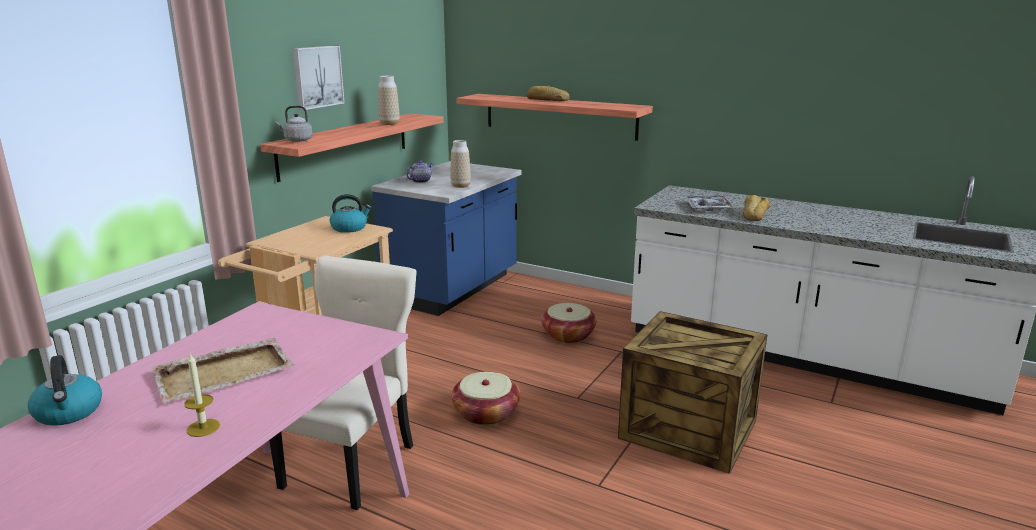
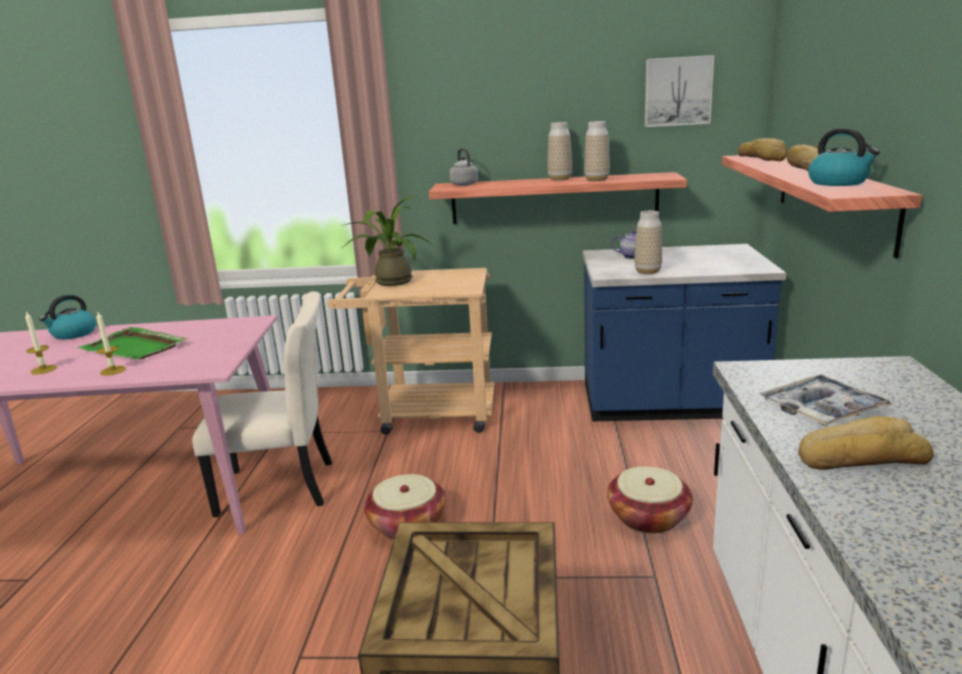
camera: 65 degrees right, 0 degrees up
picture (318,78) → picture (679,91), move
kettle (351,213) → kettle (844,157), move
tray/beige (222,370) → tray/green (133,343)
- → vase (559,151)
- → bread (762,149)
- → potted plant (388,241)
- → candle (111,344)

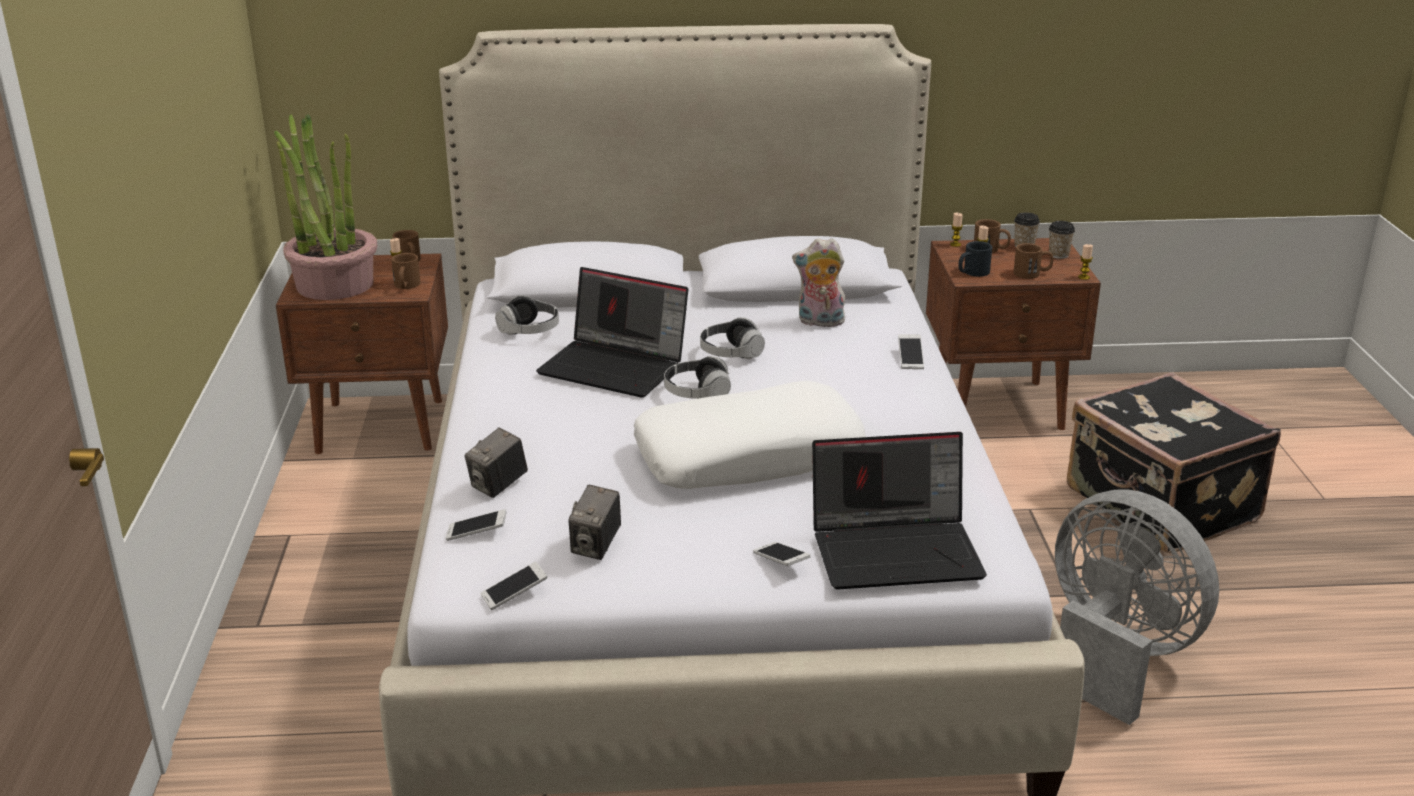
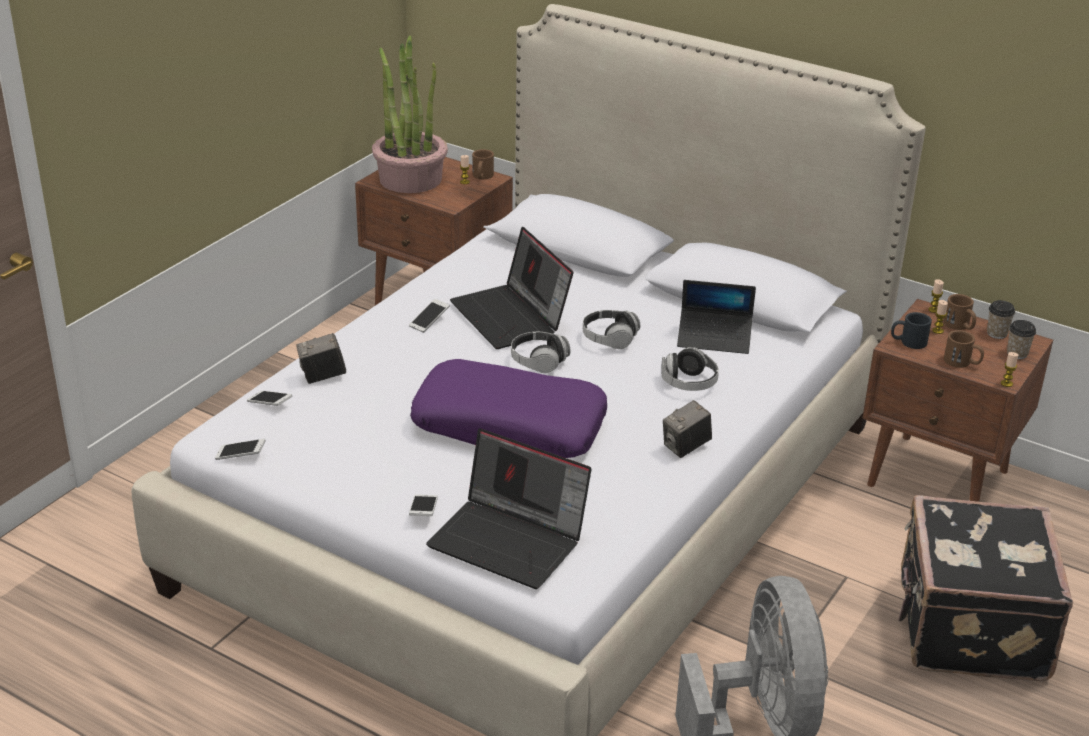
camera: 35 degrees right, 5 degrees up
plush toy (818,282) → laptop (716,317)
mug/brown (406,271) → -
headphones (527,315) → headphones (690,369), move
phone (911,351) → phone (429,316), move
pillow/white (750,435) → pillow/purple (508,408)
photo camera (595,522) → photo camera (687,429), move

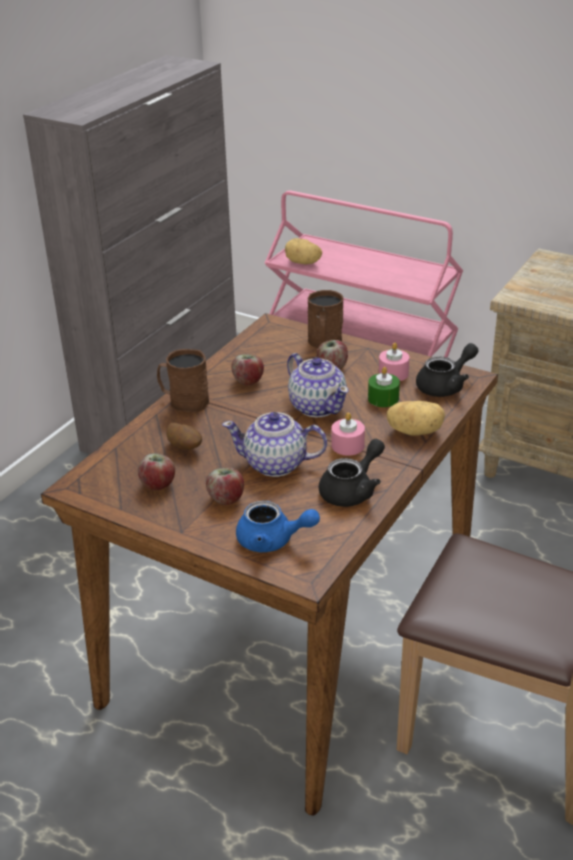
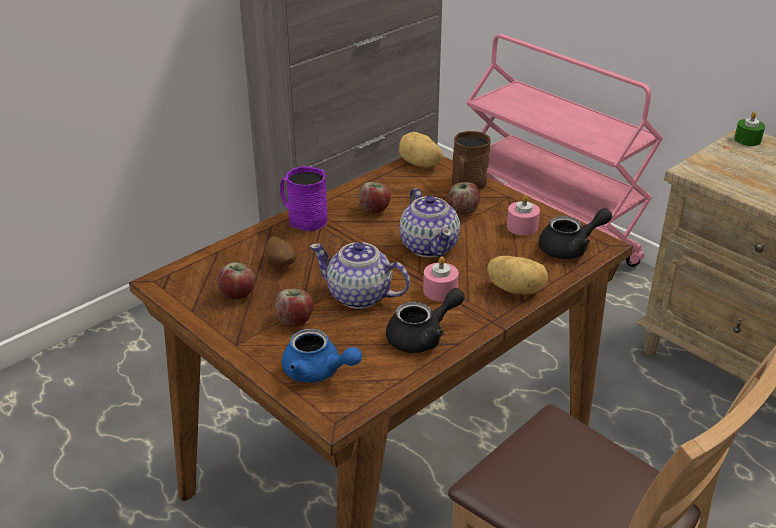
camera: 15 degrees right, 0 degrees up
potato (303,251) → potato (420,149), move
mug/brown (183,381) → mug/purple (304,198)
candle/green (384,387) → candle/green (749,128), move

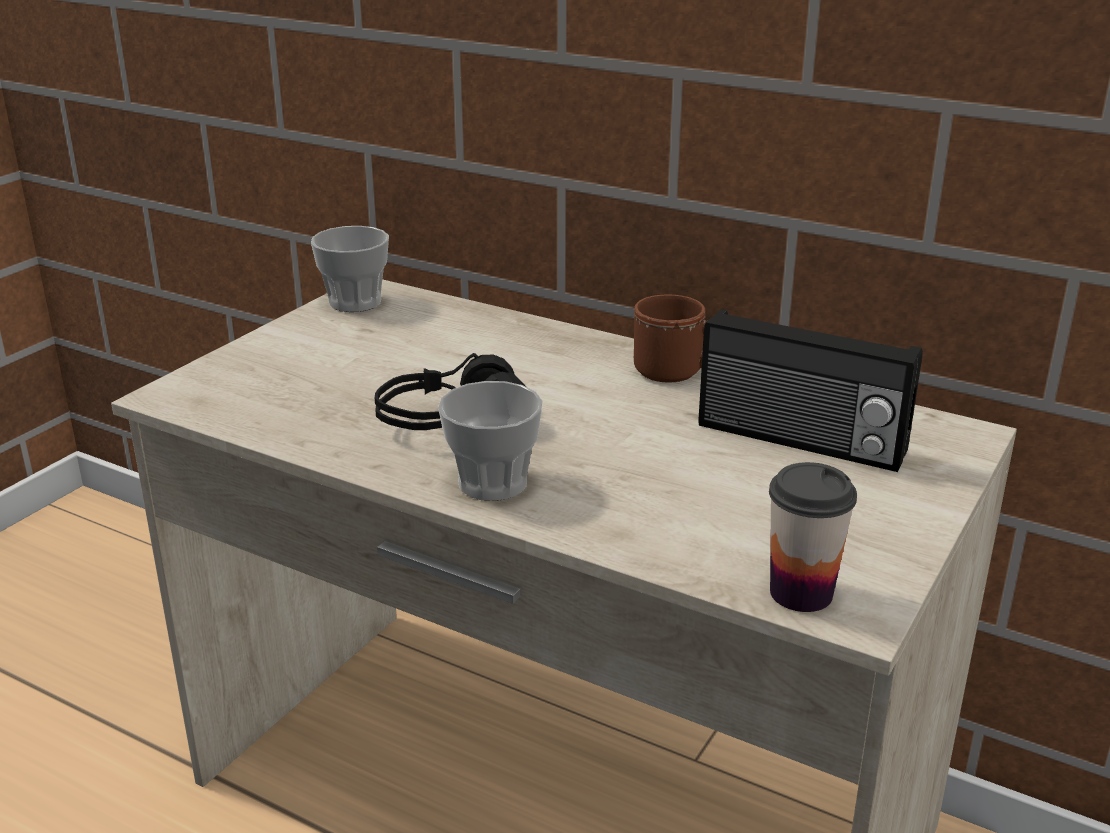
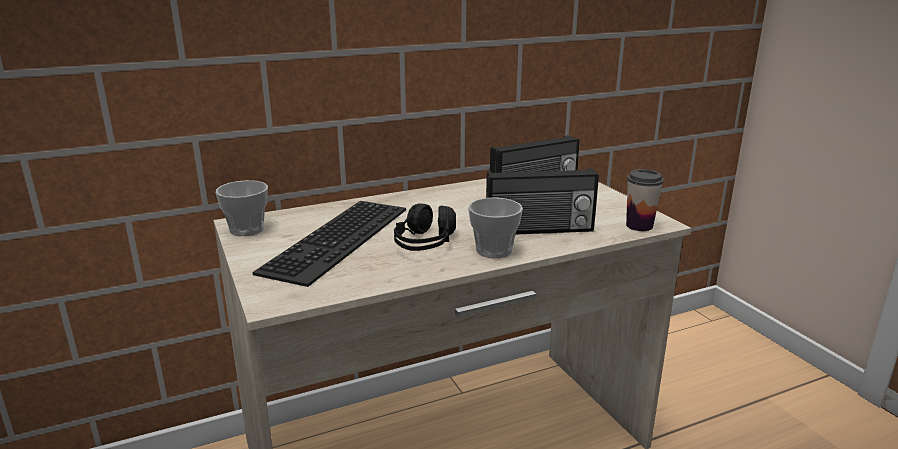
camera: 55 degrees left, 5 degrees down
mug/brown (670,339) → -
- → radio (542,201)
- → keyboard (329,244)

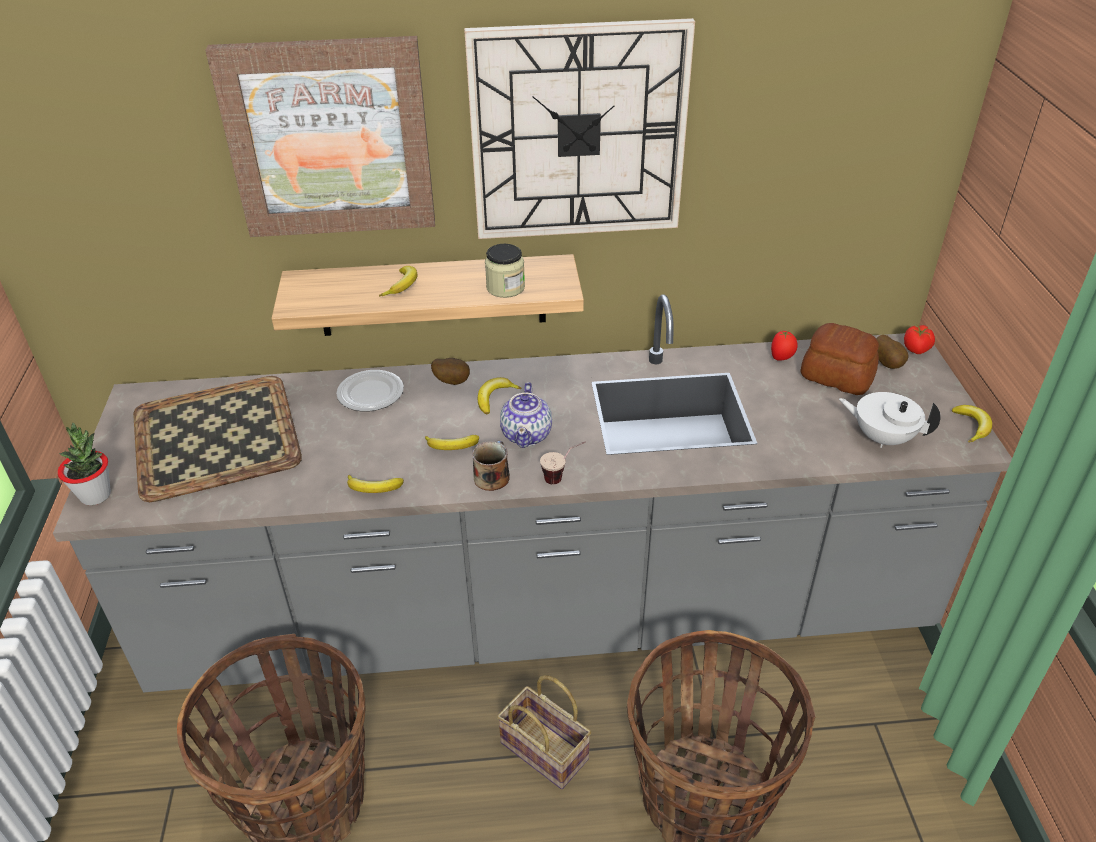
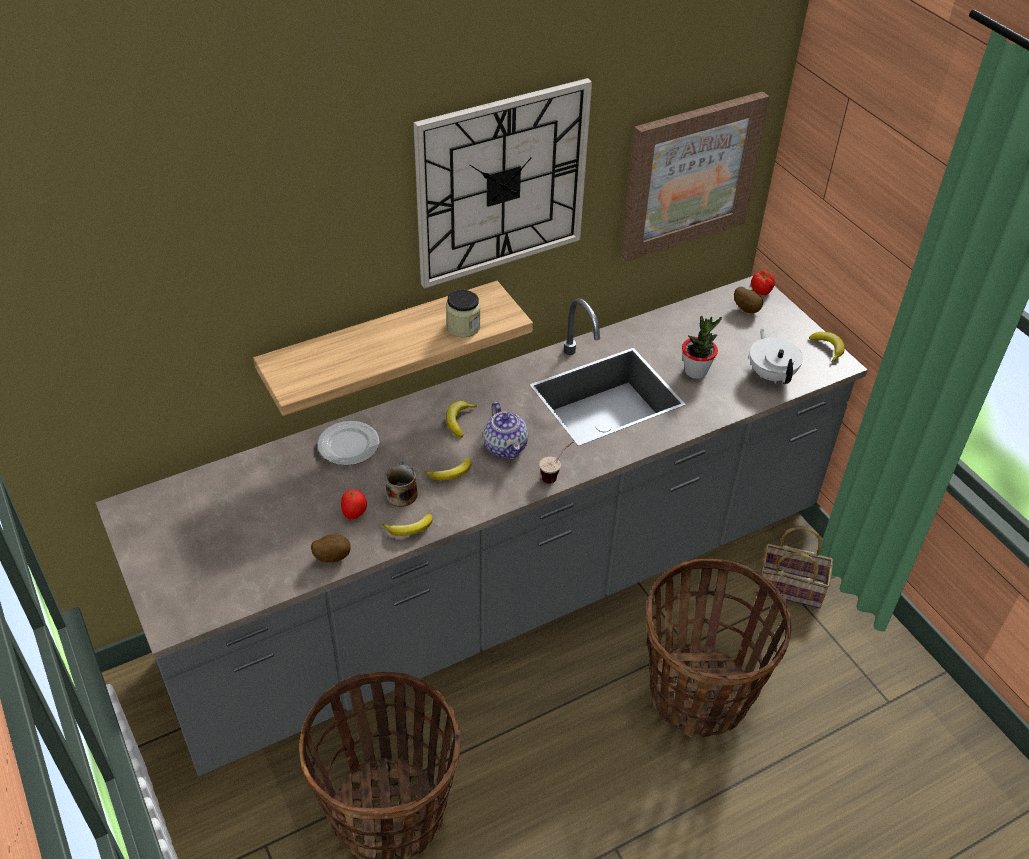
camera: 25 degrees left, 5 degrees up
picture (320,136) → picture (695,176), move
banana (398,281) → -
bread (840,359) → -
tomato (784,346) → tomato (354,504), move
potato (450,371) → potato (331,548), move
tray (217,439) → -
teapot/white (890,420) → teapot/white (776,356), 75 degrees clockwise
potted plant (84,464) → potted plant (702,347), move
mug (491,465) → mug (401,484), move
basket (544,732) → basket (795,568), move

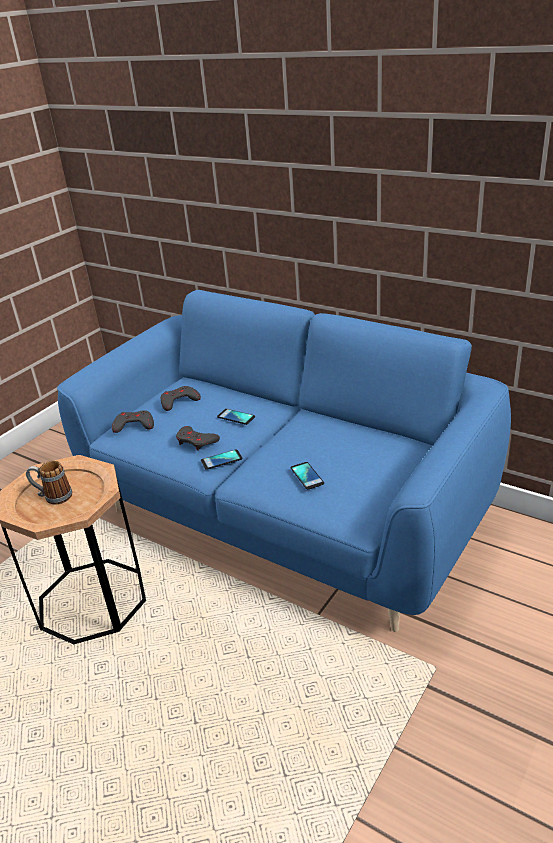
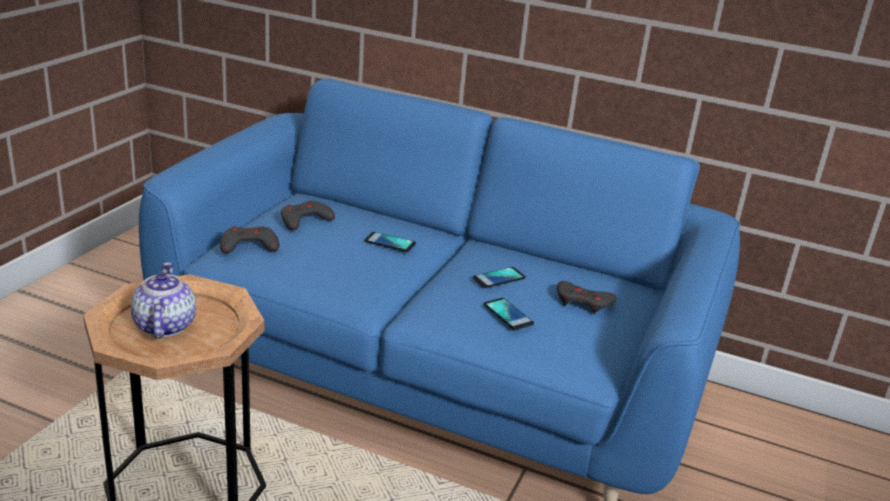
camera: 15 degrees left, 5 degrees down
game controller/grey (198,438) → game controller/grey (586,297), move
phone (221,459) → phone (499,277), move
mug (49,482) → teapot (163,300)

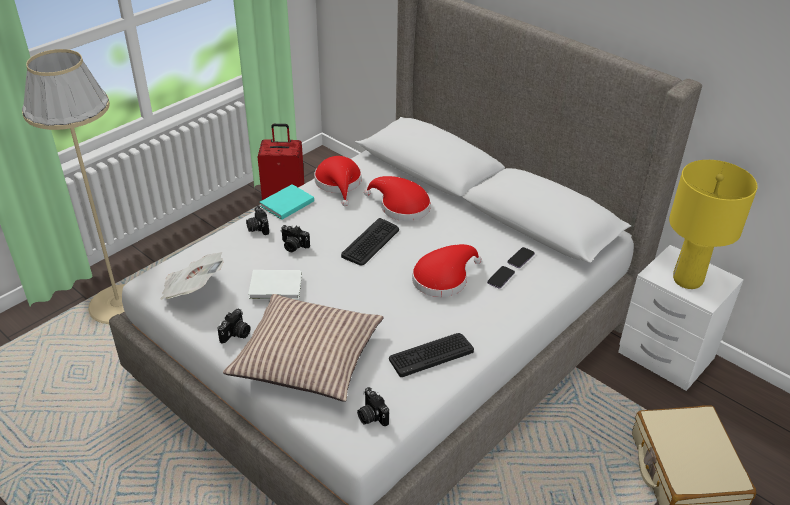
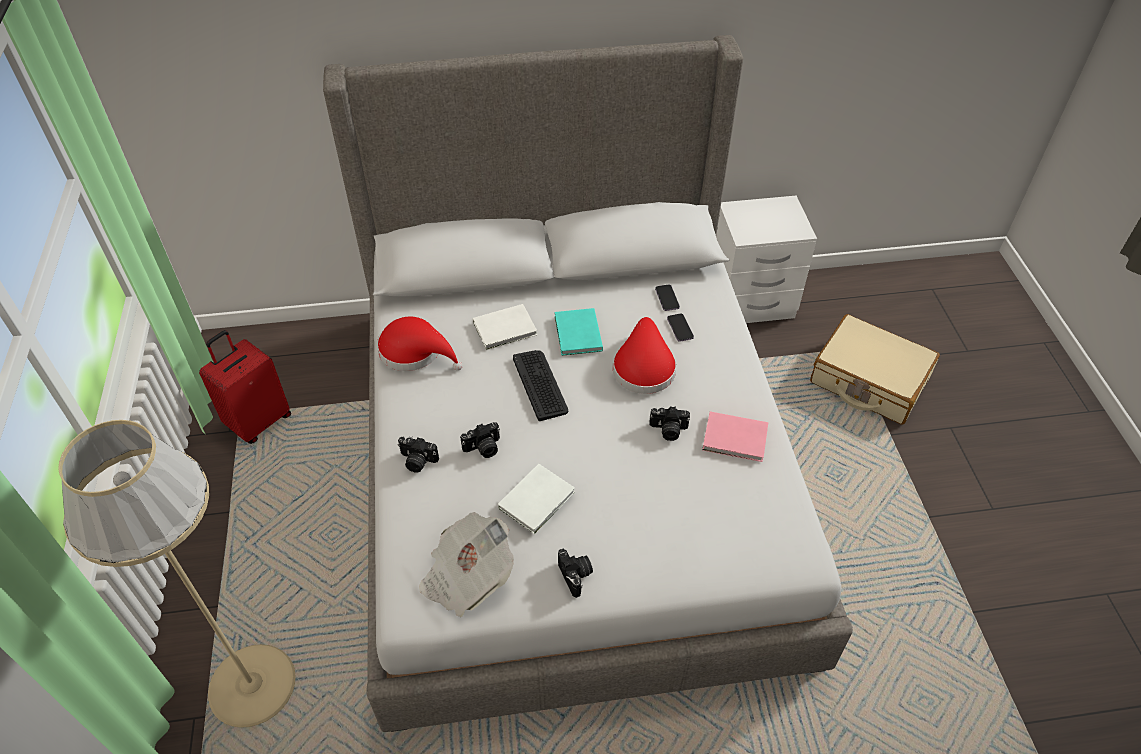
camera: 50 degrees left, 10 degrees up
table lamp/yellow (713,224) → -
hat/red (397,198) → book/white (505,327)
book/turquoise (287,202) → book/turquoise (578,332), move
pillow (303,348) → -
keyboard (431,355) → book/pink (735,436)
photo camera (373,407) → photo camera (669,423), move

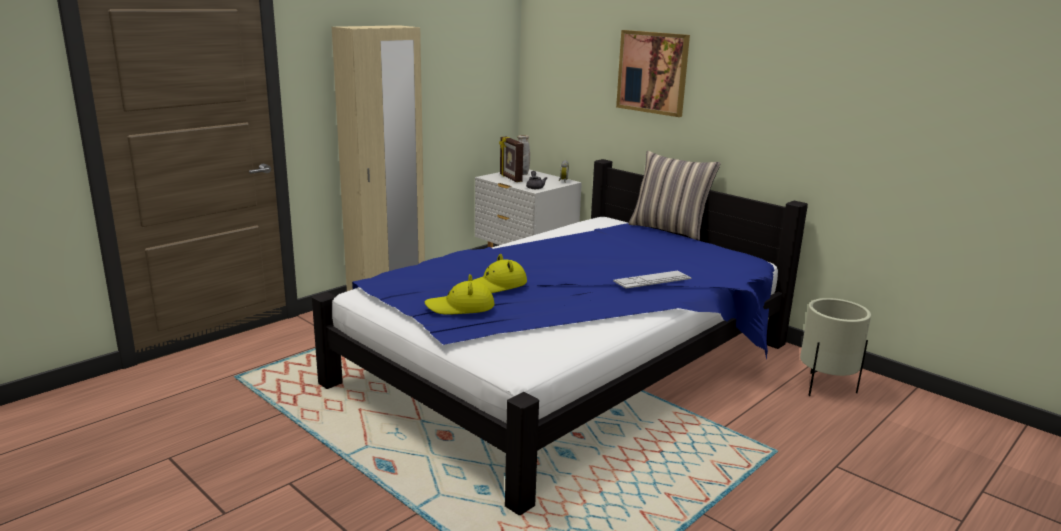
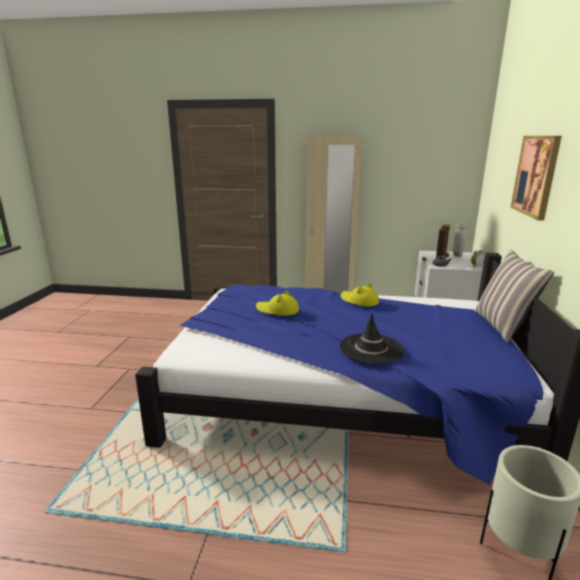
camera: 55 degrees right, 0 degrees up
keyboard (652,280) → hat/black (372,338)
hat/yellow (460,294) → hat/yellow (360,294), move

